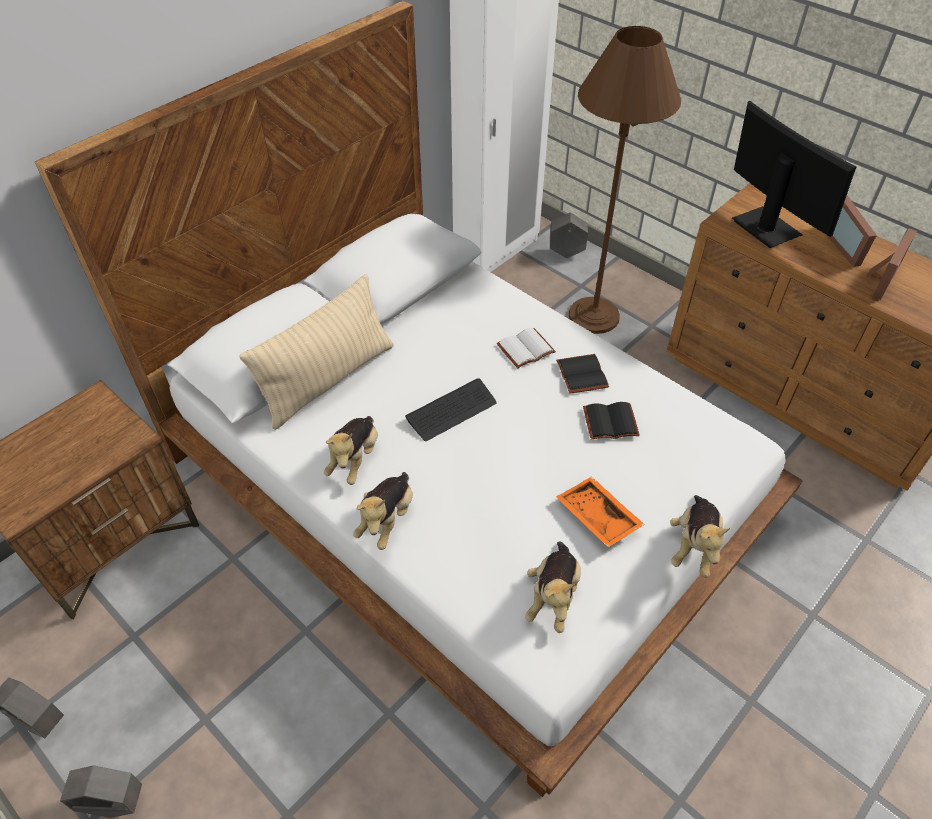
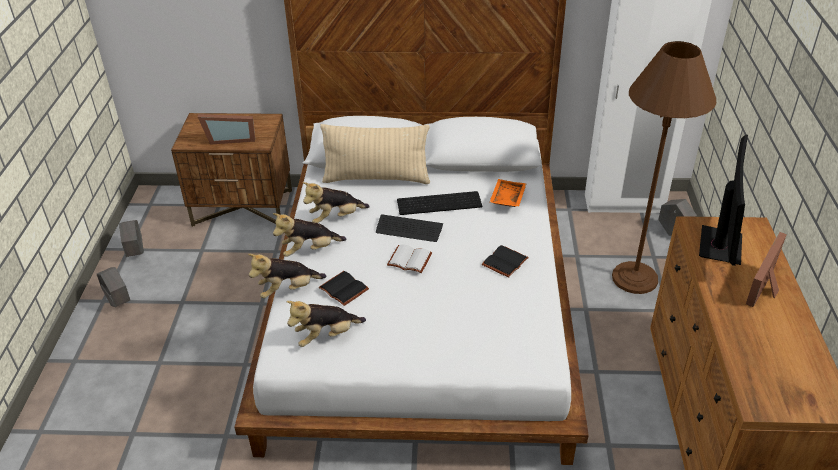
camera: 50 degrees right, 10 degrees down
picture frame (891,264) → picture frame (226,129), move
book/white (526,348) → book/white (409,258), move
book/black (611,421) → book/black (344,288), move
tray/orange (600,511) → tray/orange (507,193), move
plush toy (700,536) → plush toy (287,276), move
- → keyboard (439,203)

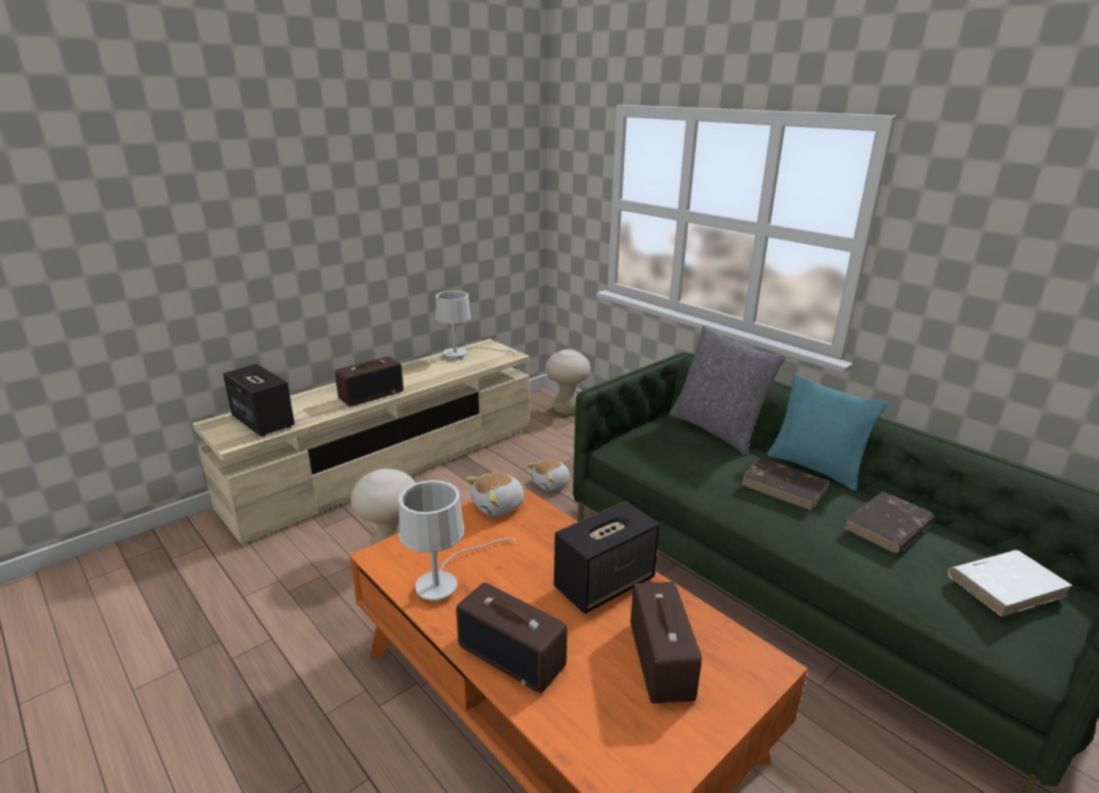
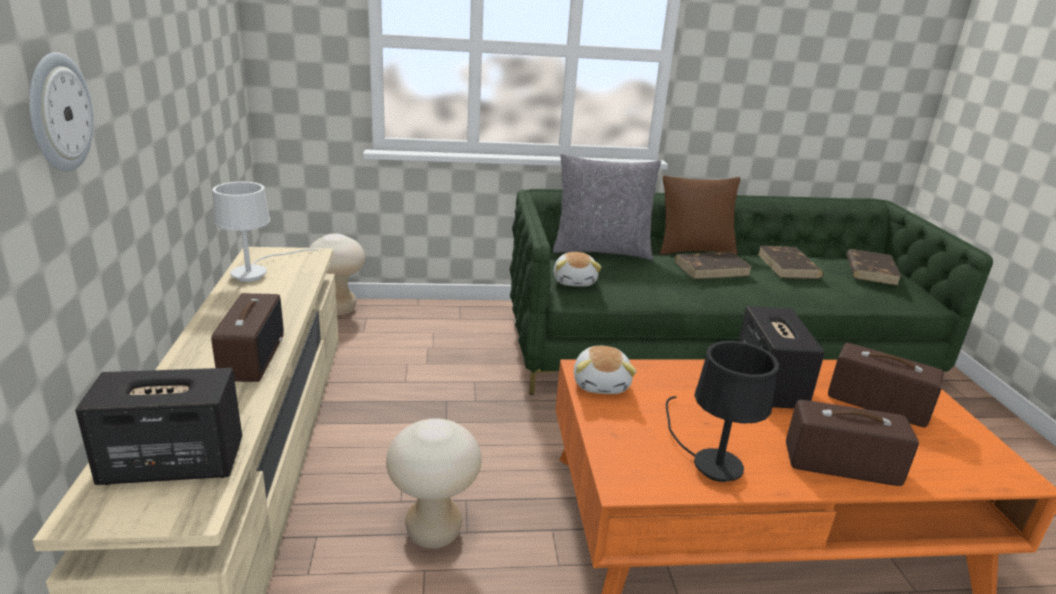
camera: 55 degrees left, 0 degrees up
pillow/turquoise (827,432) → pillow/brown (700,215)
plush toy (548,475) → plush toy (577,269), move
table lamp/white (457,540) → table lamp/black (722,411)
book/white (1010,583) → book/brown (874,267)
radio (511,637) → radio (852,443), 150 degrees counterclockwise
- → wall clock (61,112)

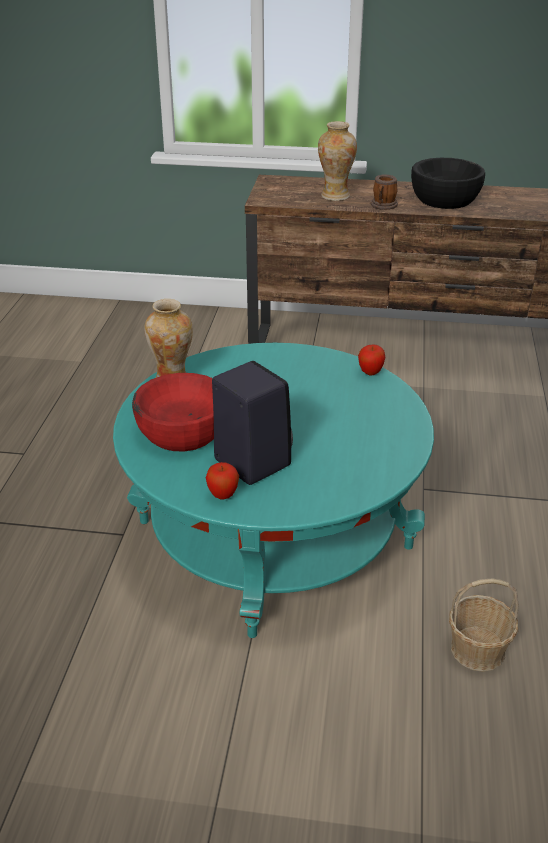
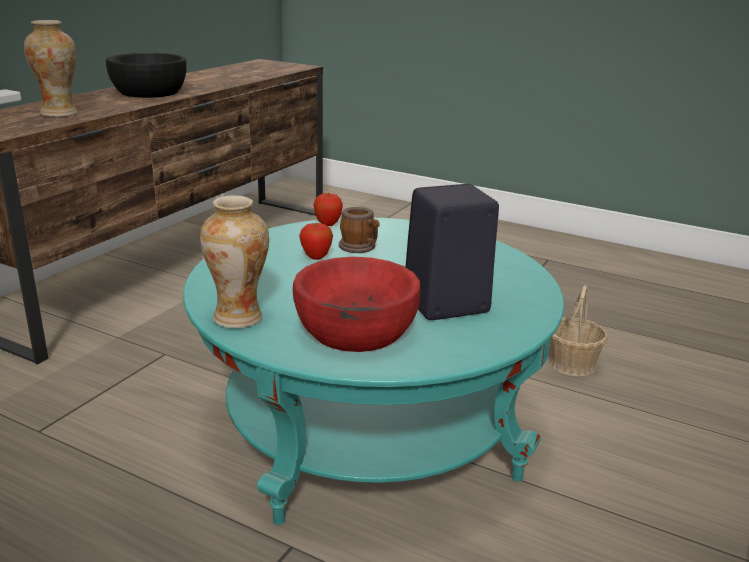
camera: 70 degrees left, 10 degrees down
mug (384,192) → mug (359,230), move
apple (222,481) → apple (316,241), move

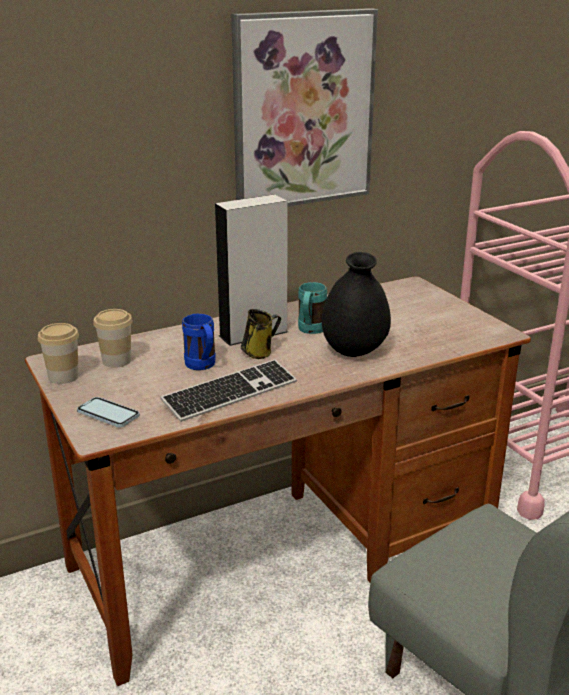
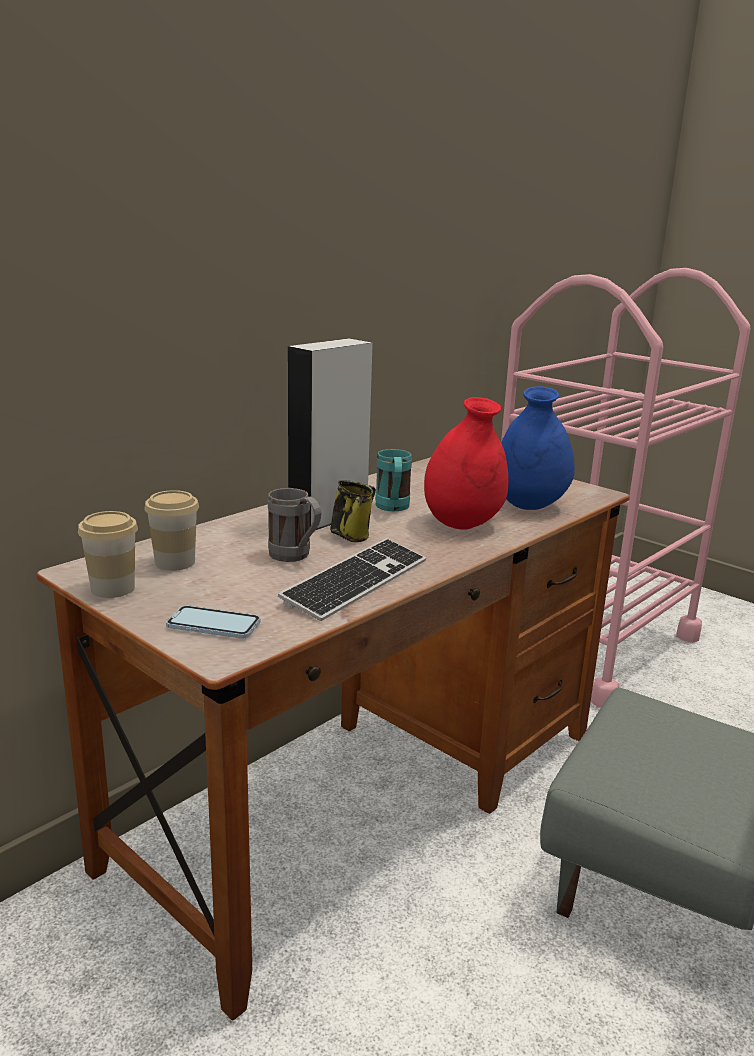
camera: 20 degrees left, 5 degrees down
picture (304,107) → -
vase/black (356,304) → vase/red (466,463)
mug/blue (199,341) → mug/grey (294,525)
- → vase/blue (538,448)

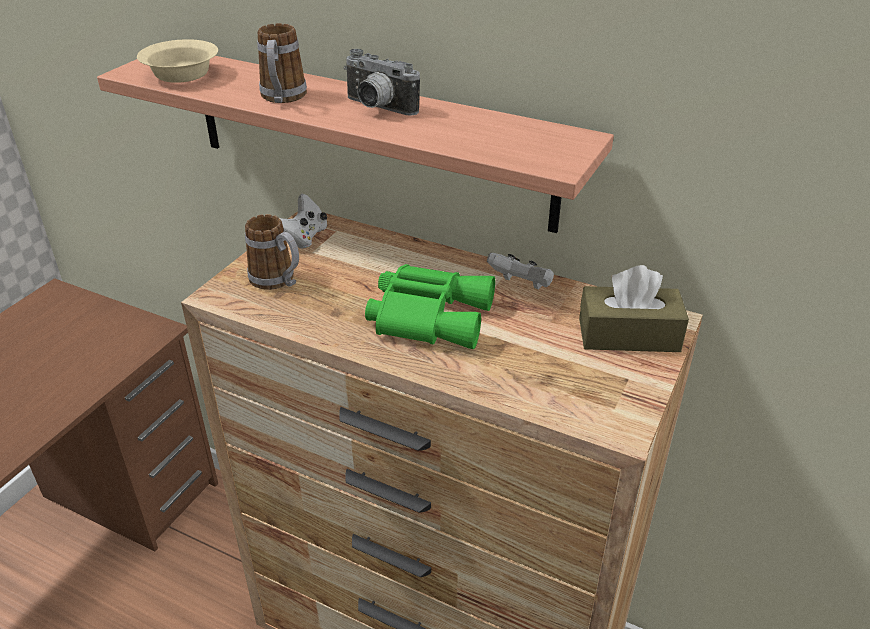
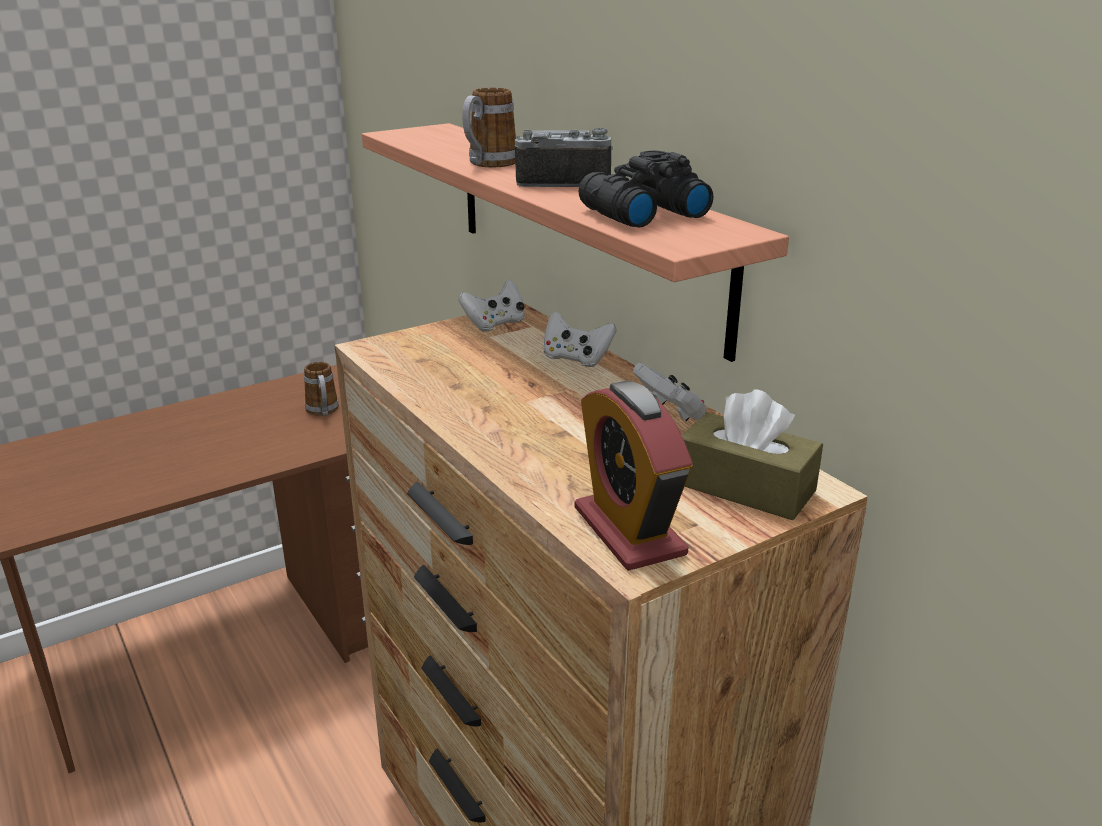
camera: 30 degrees right, 10 degrees down
bowl/beige (177,61) → -
photo camera (382,82) → photo camera (563,157), 120 degrees clockwise
mug (272,252) → mug (321,389), move
binoculars/green (430,306) → -
- → binoculars/black (646,188)
- → game controller/white (580,339)
- → alarm clock (633,476)

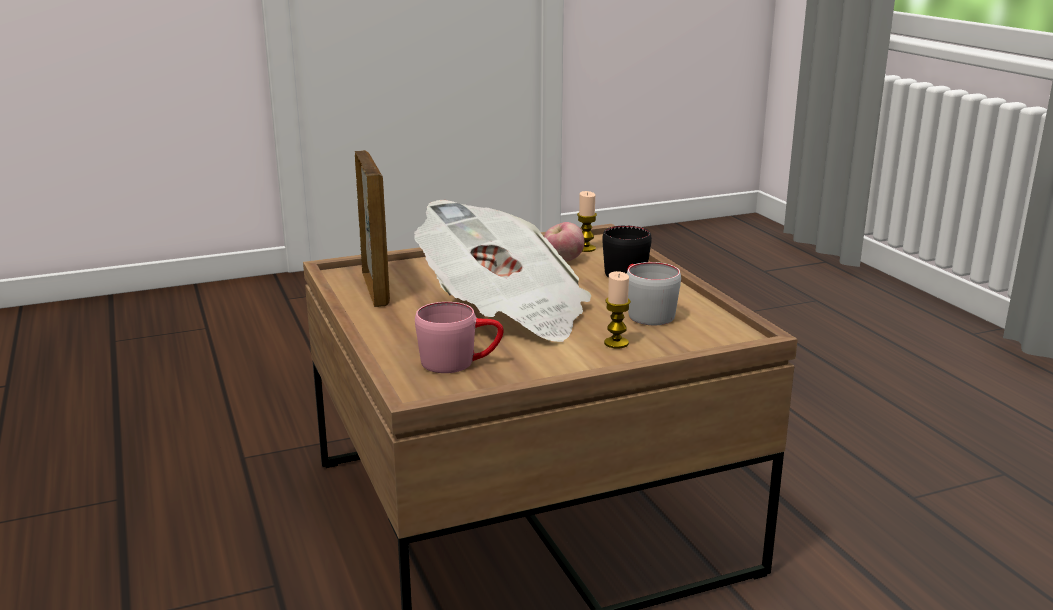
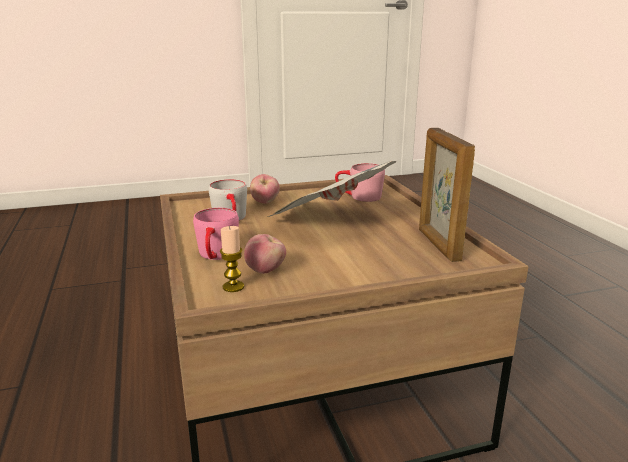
camera: 175 degrees left, 0 degrees up
mug/black (627,252) → mug/pink (216,234)
candle (617,309) → apple (265,189)

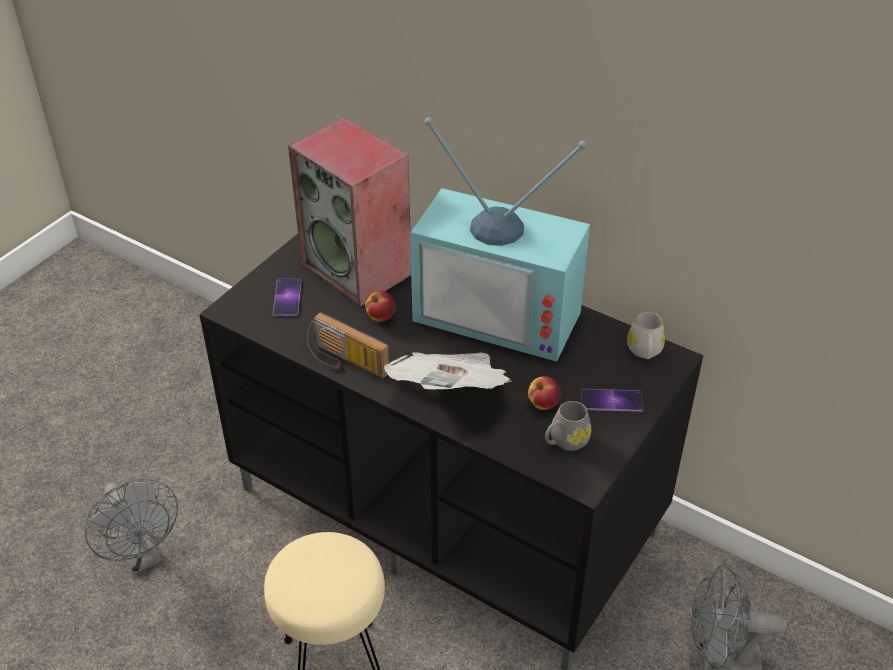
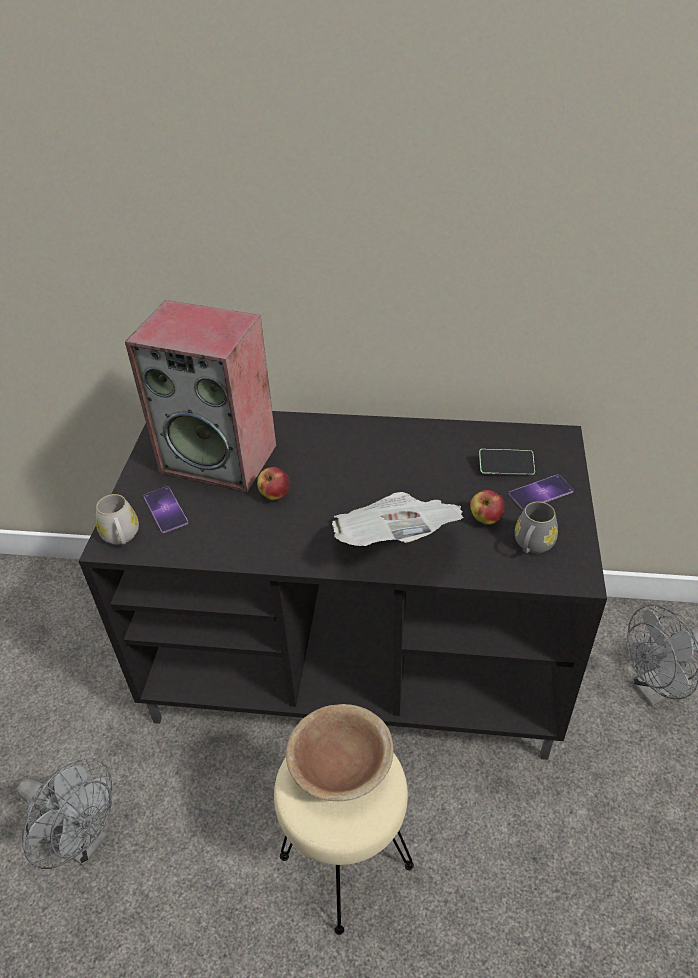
camera: 25 degrees left, 0 degrees up
television (500,239) → -
radio (348,345) → -
mug/white (646,335) → mug/white (117,519), move
- → phone (507,462)
- → bowl/brown (339,752)

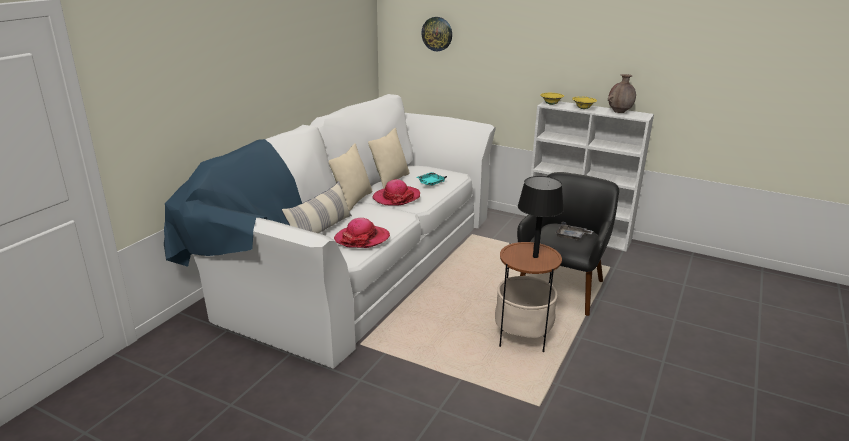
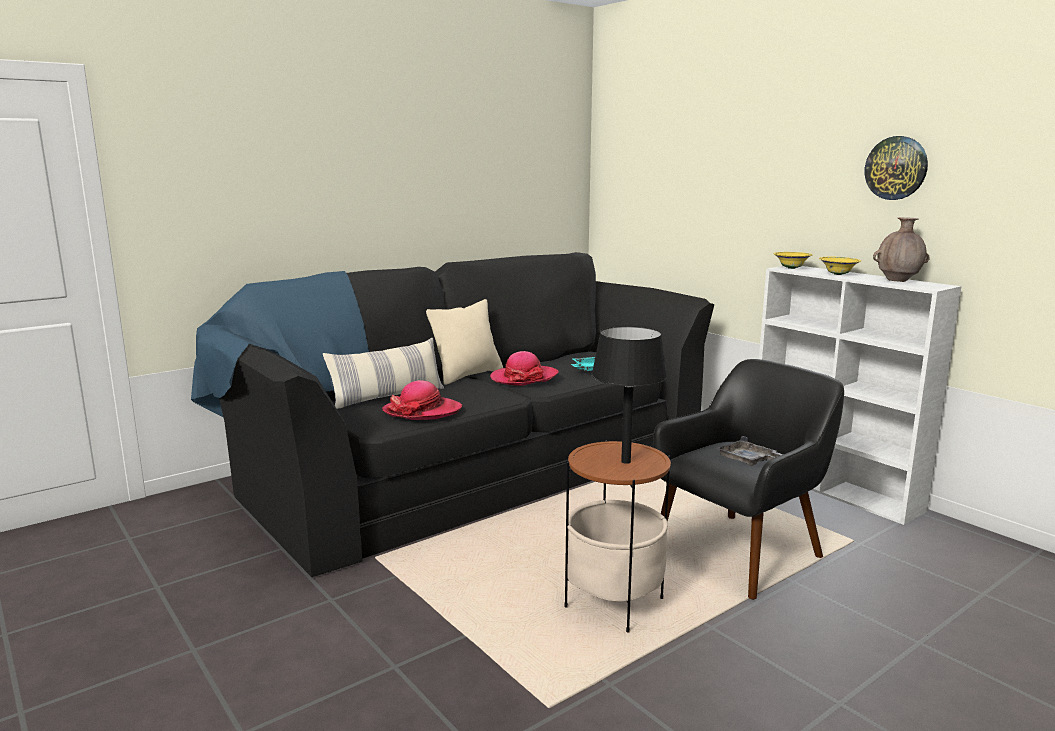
camera: 25 degrees right, 10 degrees down
wall clock (437,34) → wall clock (896,168), move
sofa/white (330,231) → sofa/black (452,414)
pillow/beige (389,158) → -

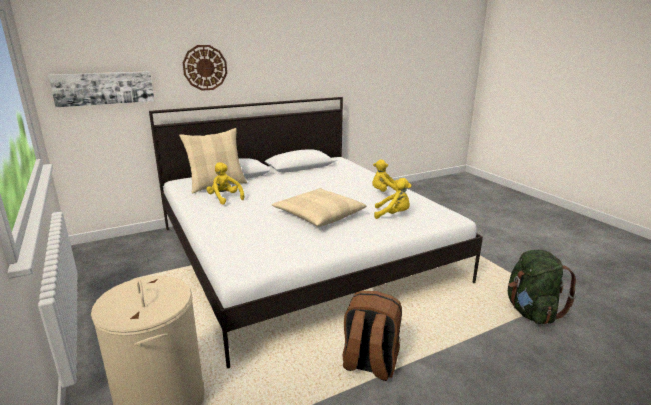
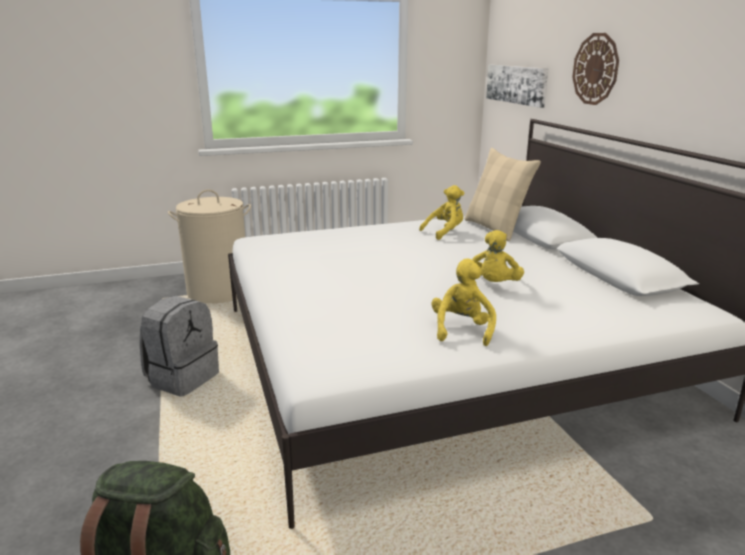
camera: 100 degrees right, 0 degrees up
plush toy/yellow (392,198) → plush toy/yellow (498,256), move
pillow/beige (319,207) → -
backpack/brown (372,336) → backpack/grey (179,346)

